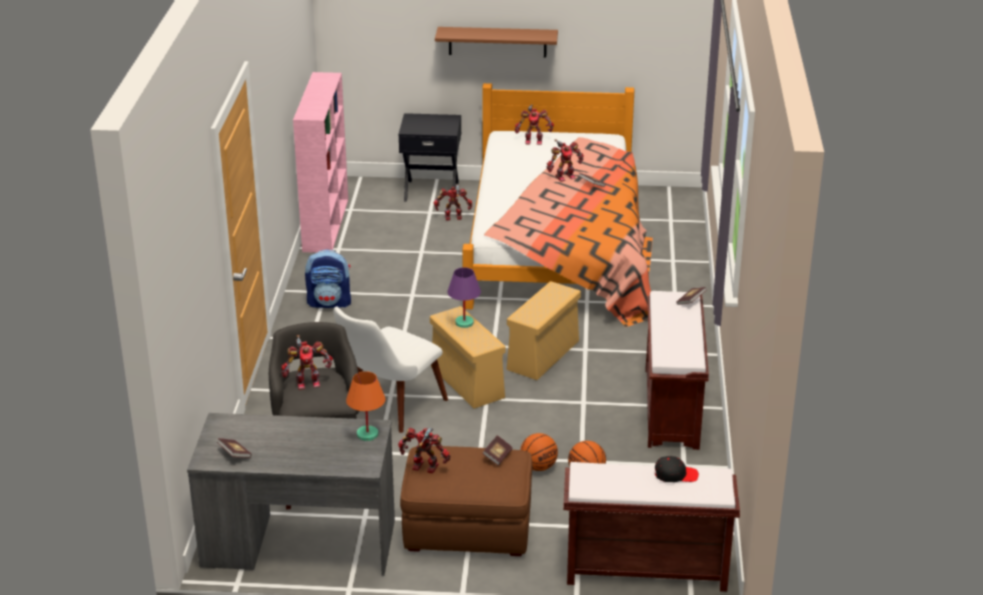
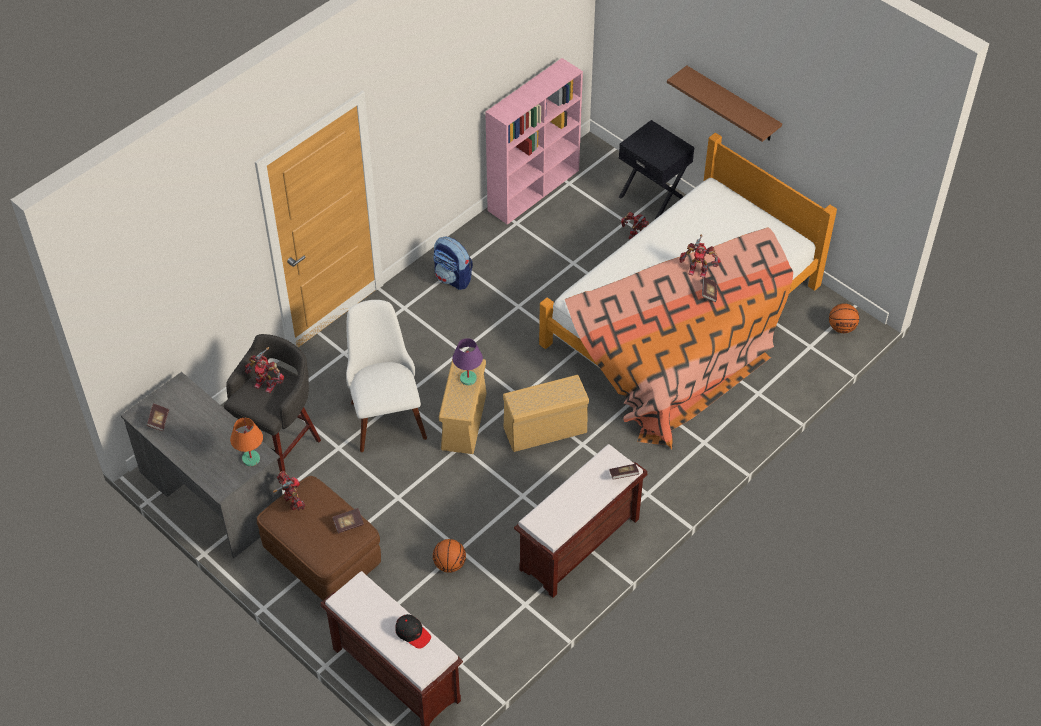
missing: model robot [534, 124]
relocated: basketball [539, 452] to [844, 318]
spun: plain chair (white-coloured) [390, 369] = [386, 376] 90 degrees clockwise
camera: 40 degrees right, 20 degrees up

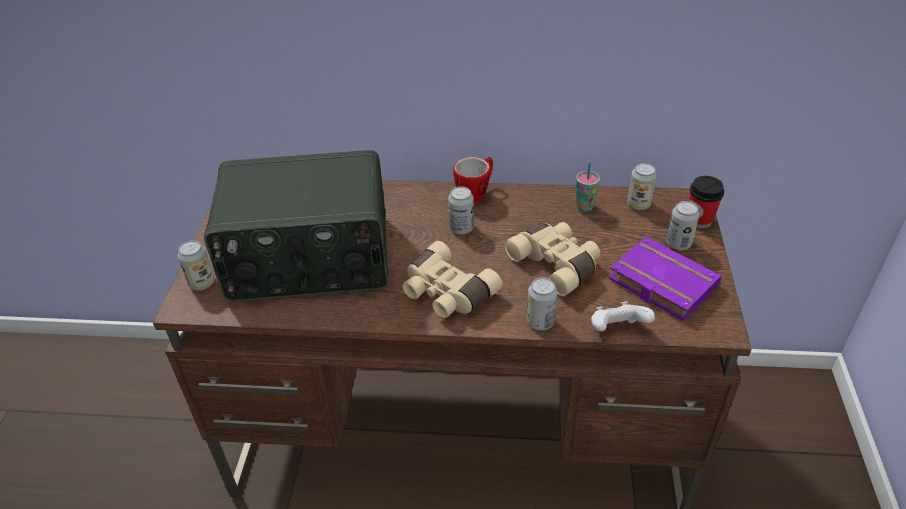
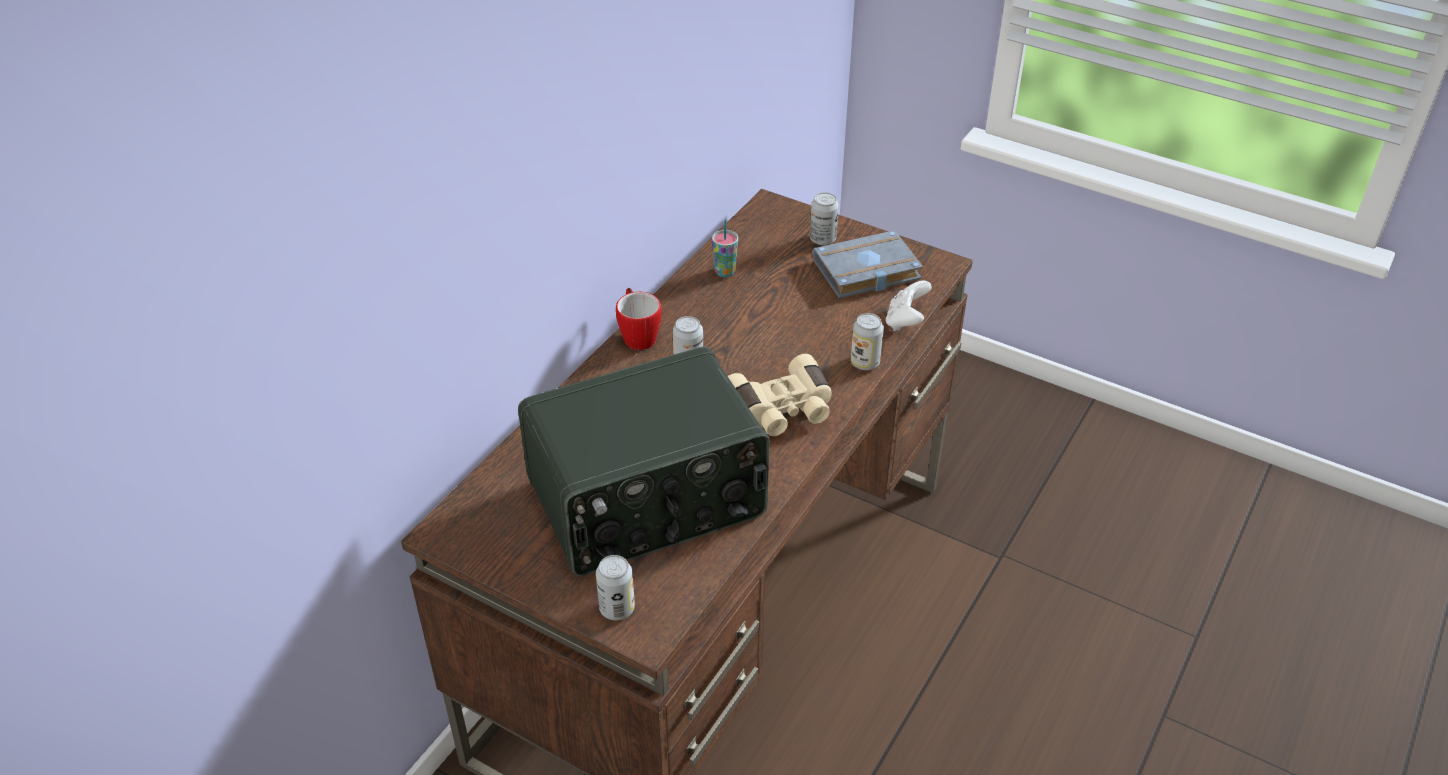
missing: binoculars (beige-coloured) [552, 259]; metal can [642, 186]; small cup [706, 202]
colour: bound book (purplish) [665, 279] to bound book (gray) [867, 264]
spun: radio receiver [296, 225] = [644, 461] 45 degrees clockwise
camera: 65 degrees left, 0 degrees up

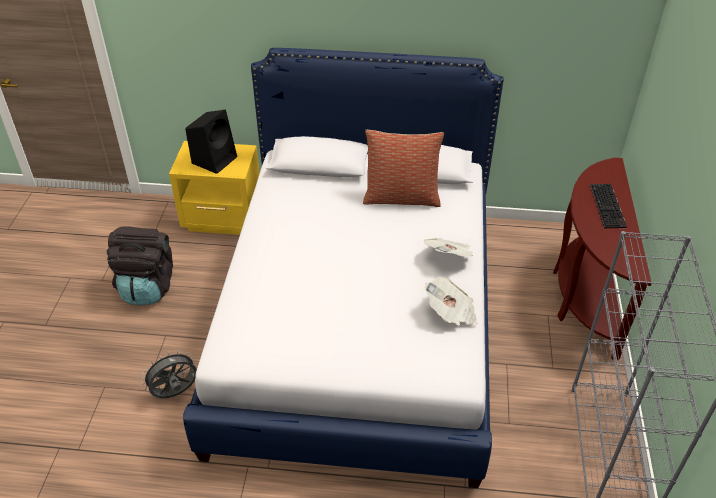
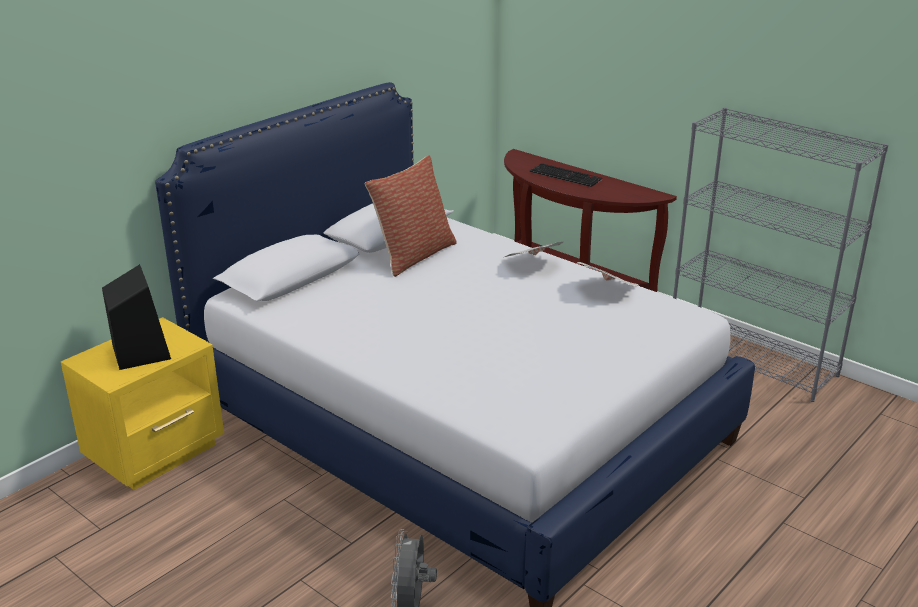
missing: backpack (black-coloured) [140, 265]
camera: 55 degrees left, 15 degrees down

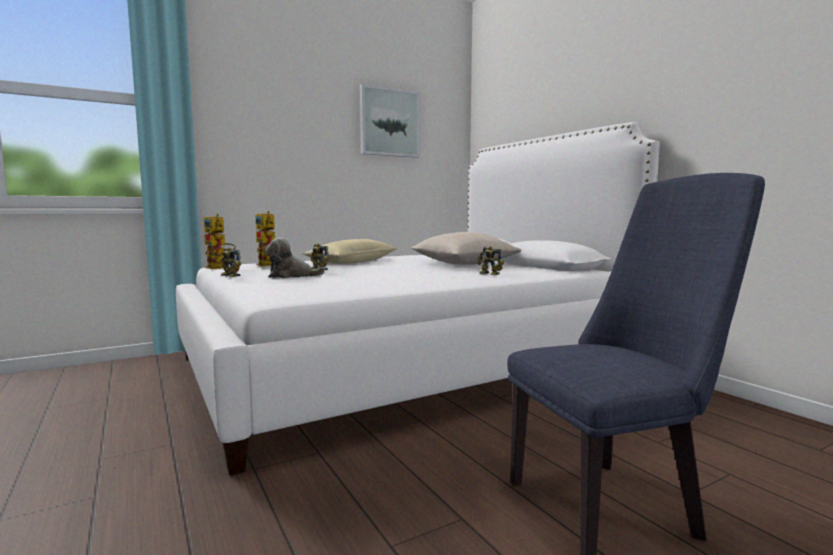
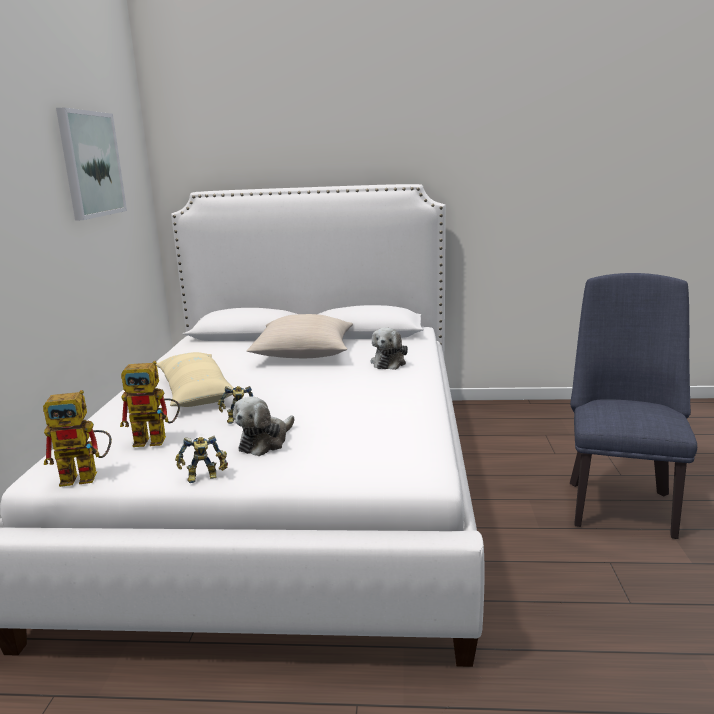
exchanged: model robot [491, 260] to soft toy [389, 348]
camera: 55 degrees left, 10 degrees up

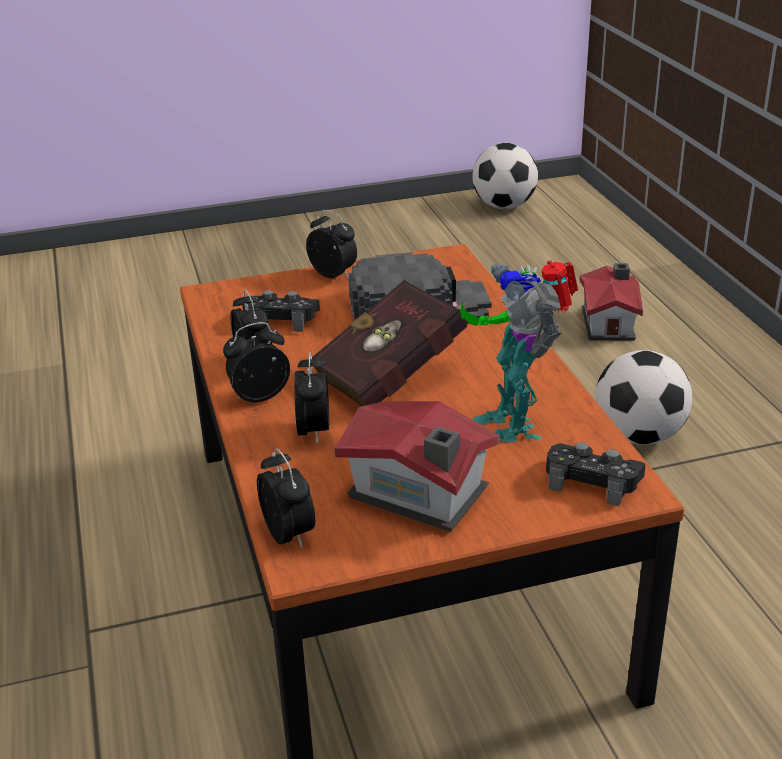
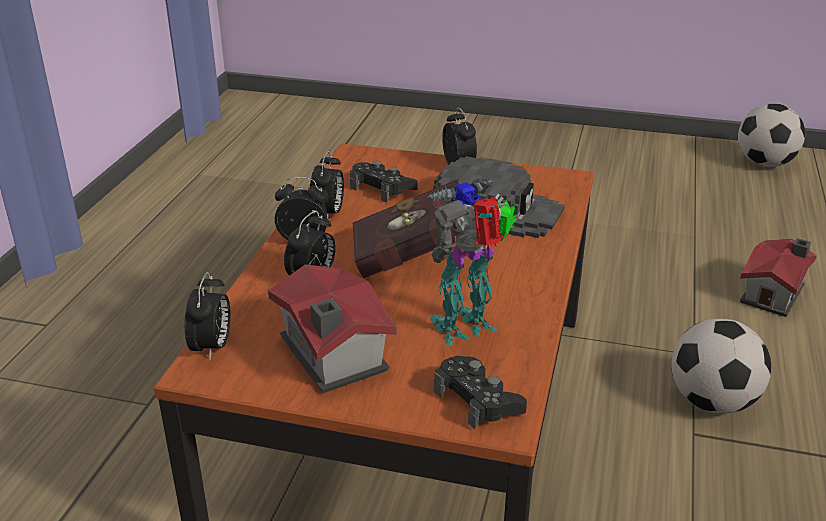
spun: model robot [519, 351] = [472, 262] 45 degrees clockwise
camera: 30 degrees right, 0 degrees up

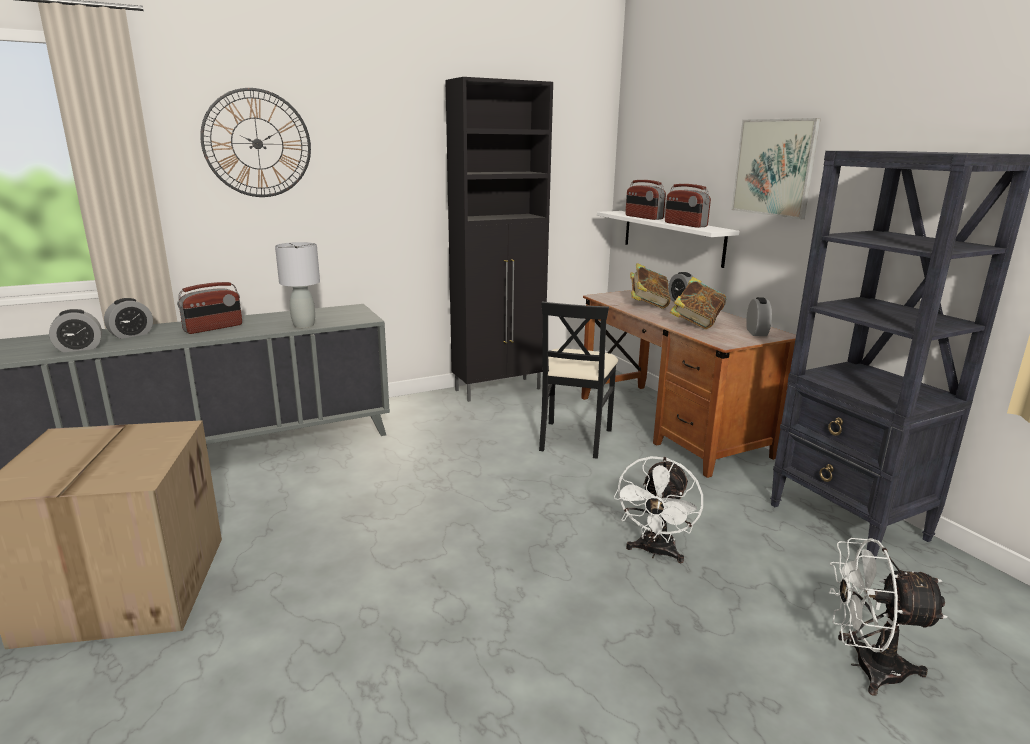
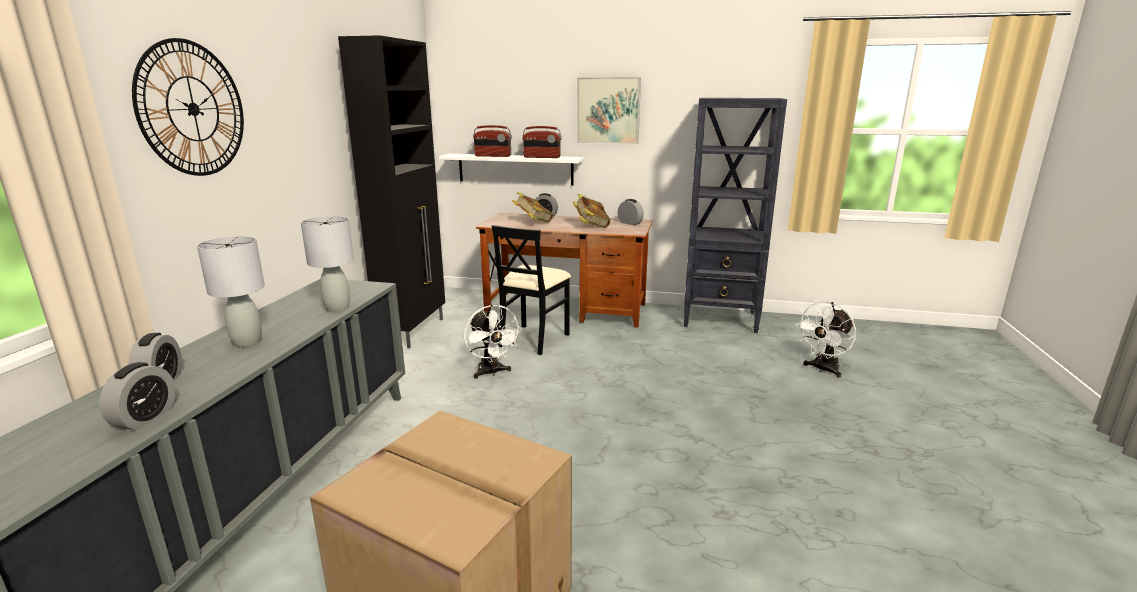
relocated: cooling fan (white-coloured) [658, 509] to [493, 341]
exchanged: radio receiver [209, 308] to table lamp (gray) [231, 291]
spun: plain chair (black-coloured) [578, 380] = [531, 290] 60 degrees clockwise
camera: 50 degrees left, 0 degrees up

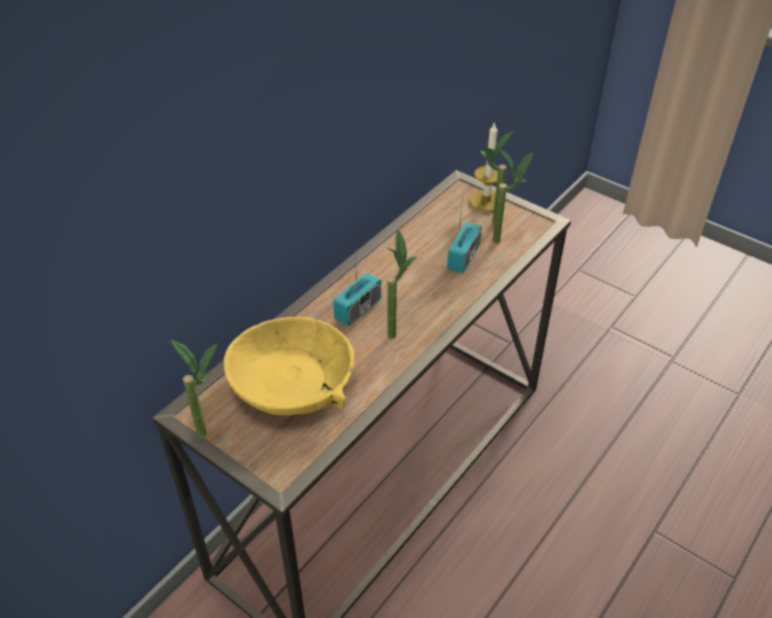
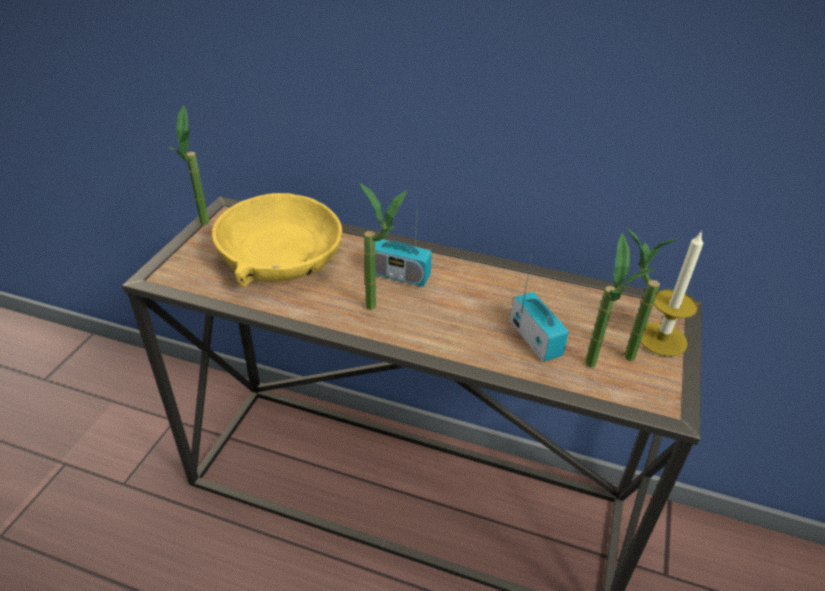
spun: radio receiver [464, 233] = [539, 311] 120 degrees counterclockwise
camera: 70 degrees right, 5 degrees down

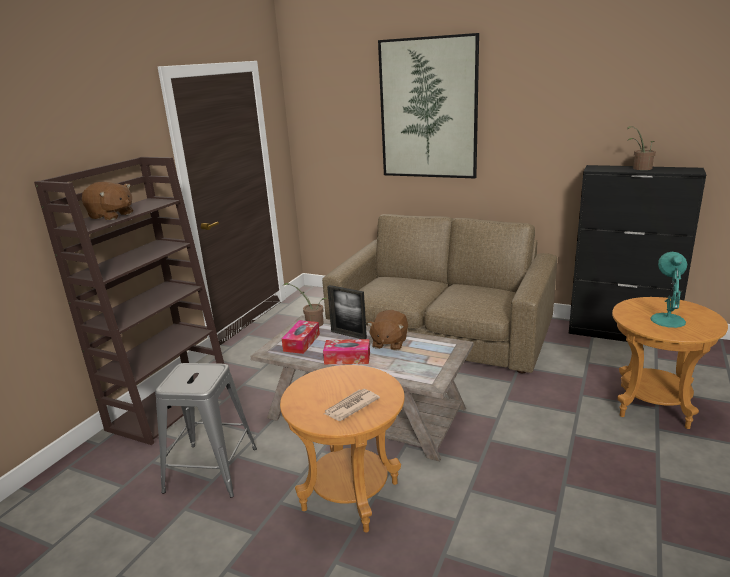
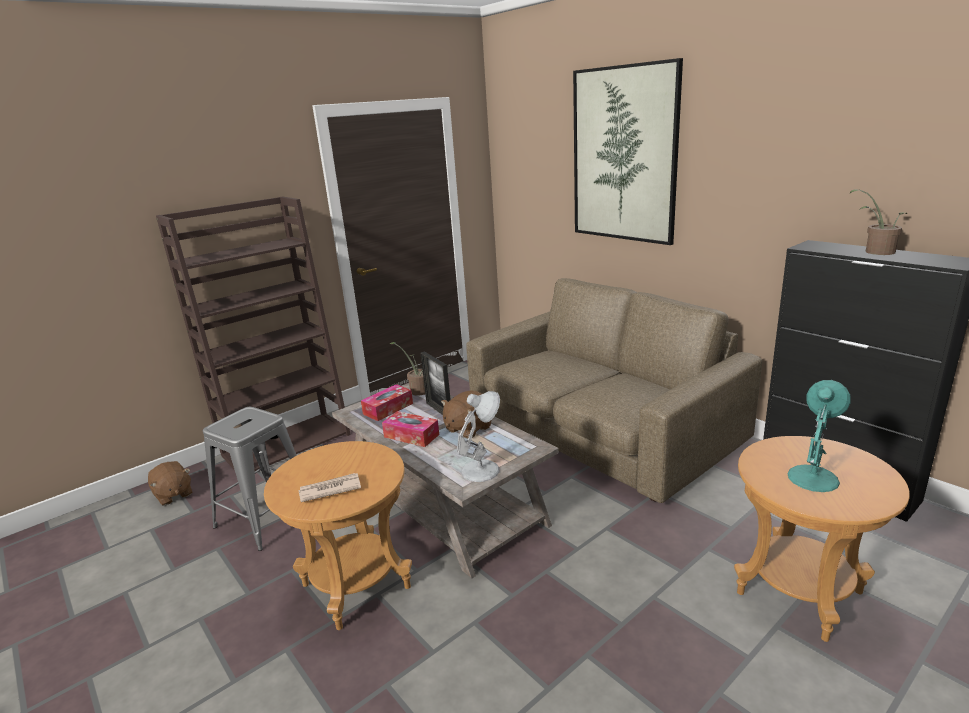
appeared: table lamp (white-coloured) [478, 436]
relocated: soft toy (brown) [107, 201] to [170, 483]
camera: 25 degrees right, 0 degrees up

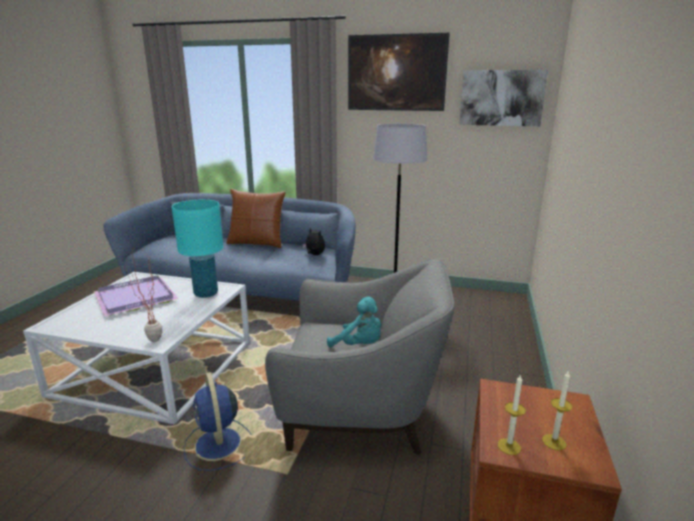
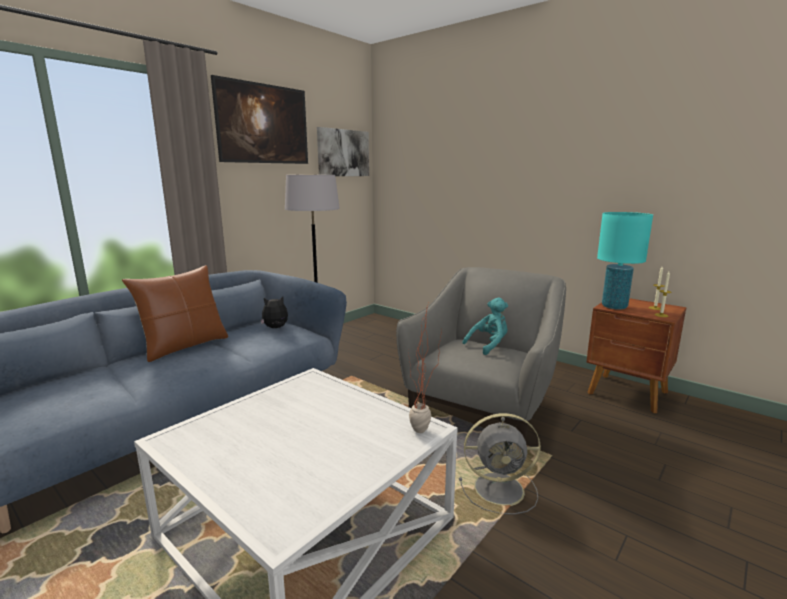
missing: tray (purplish) [136, 296]
relocated: table lamp (turquoise) [197, 249] to [625, 261]
colour: cooling fan (blue-coloured) [218, 421] to cooling fan (gray) [500, 464]
camera: 65 degrees left, 5 degrees down

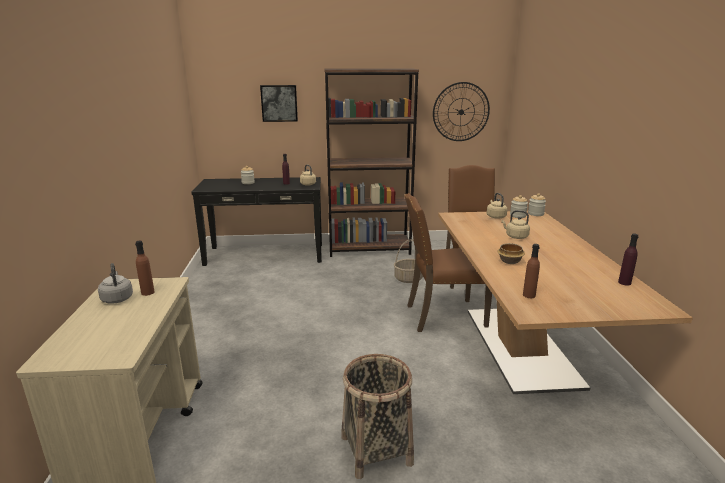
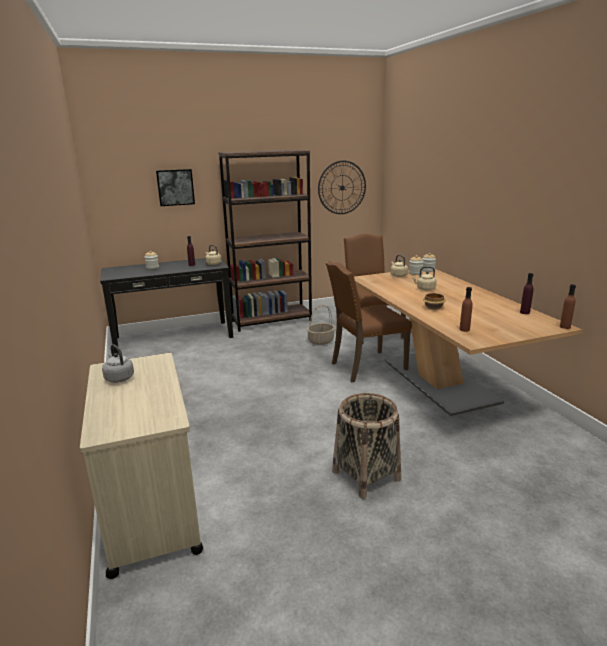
relocated: drink bottle (brown) [145, 268] to [568, 306]
camera: 15 degrees left, 0 degrees up

